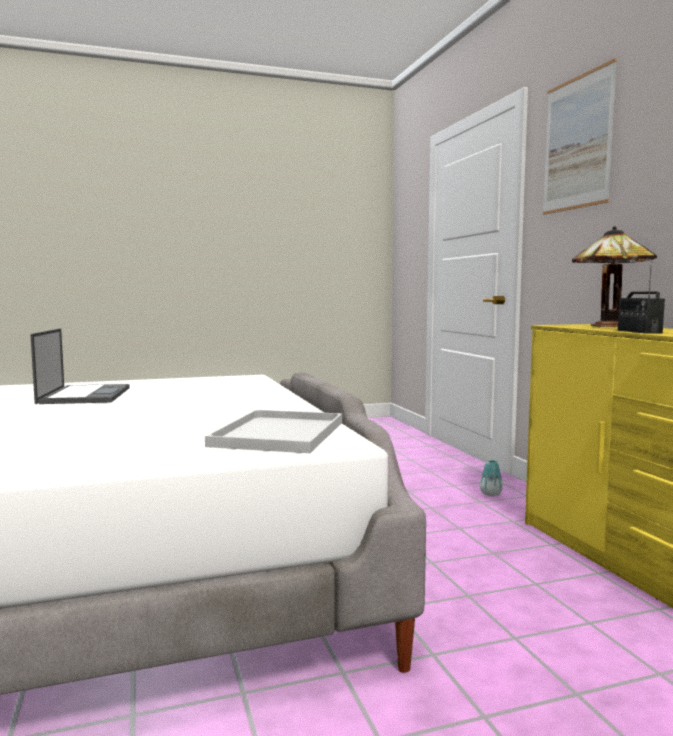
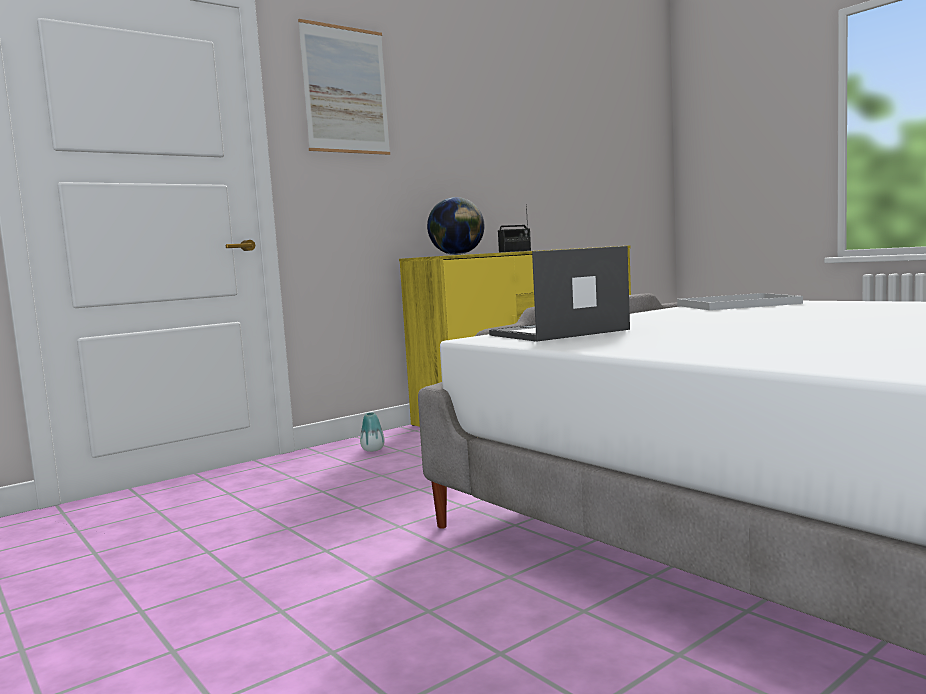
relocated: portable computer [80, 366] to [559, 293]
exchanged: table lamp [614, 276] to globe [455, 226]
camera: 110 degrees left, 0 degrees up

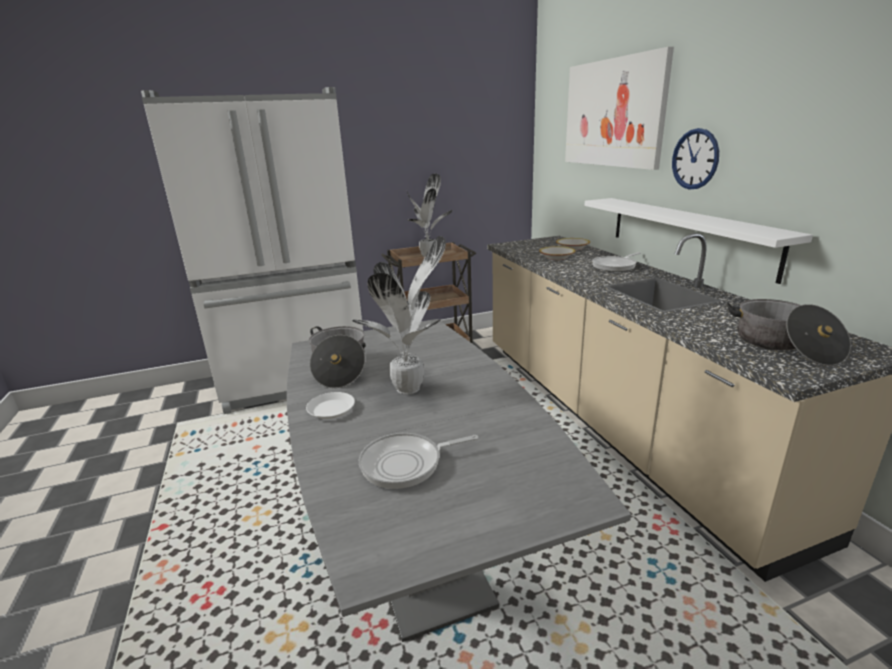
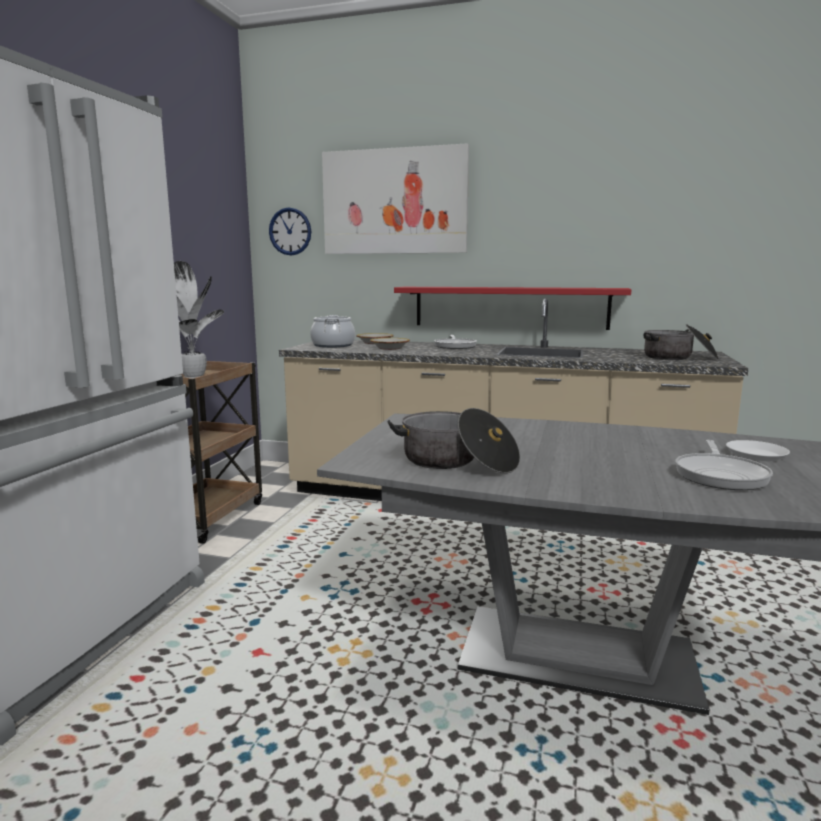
missing: plant in a pot [399, 315]
appeared: saucepot [332, 331]
relocated: flat dish (white-coloured) [330, 405] to [758, 450]; clock on the wall [695, 158] to [290, 231]
colour: shelf (white-coloured) [698, 241] to shelf (red-coloured) [512, 308]
camera: 55 degrees left, 10 degrees down

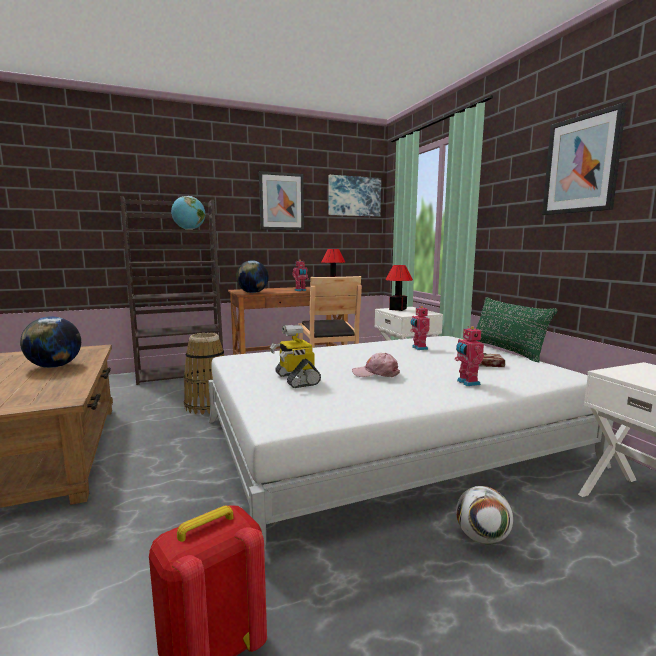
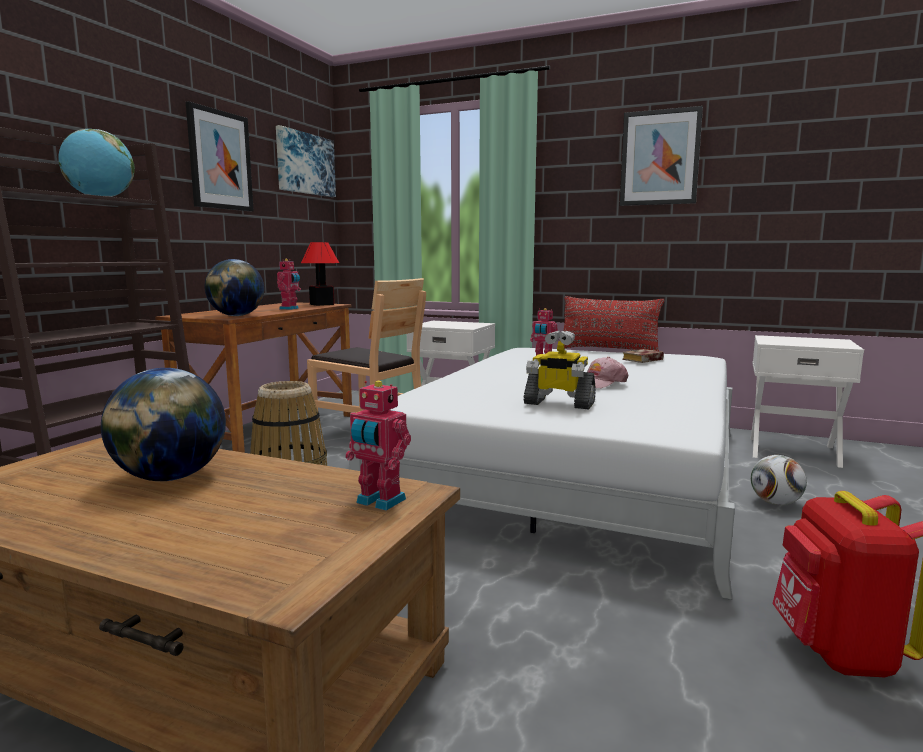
missing: table lamp [399, 288]
relocated: model robot [469, 356] to [378, 446]
colour: cushion (green-coloured) [516, 329] to cushion (red-coloured) [614, 323]
camera: 45 degrees left, 0 degrees up

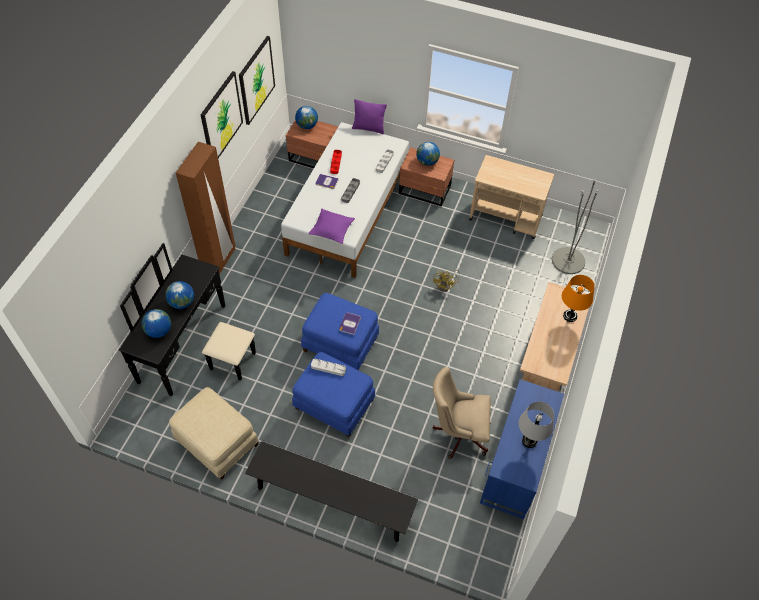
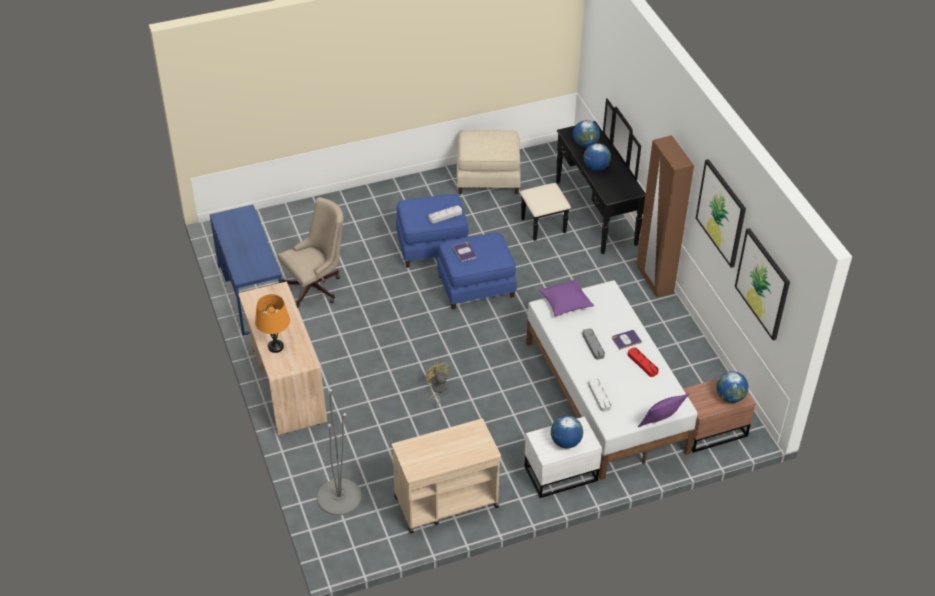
missing: indoor bench (black-coloured) [331, 491]; table lamp (gray) [536, 424]
colour: night table (brown) [426, 176] to night table (white-coloured) [563, 457]
camera: 140 degrees right, 10 degrees down

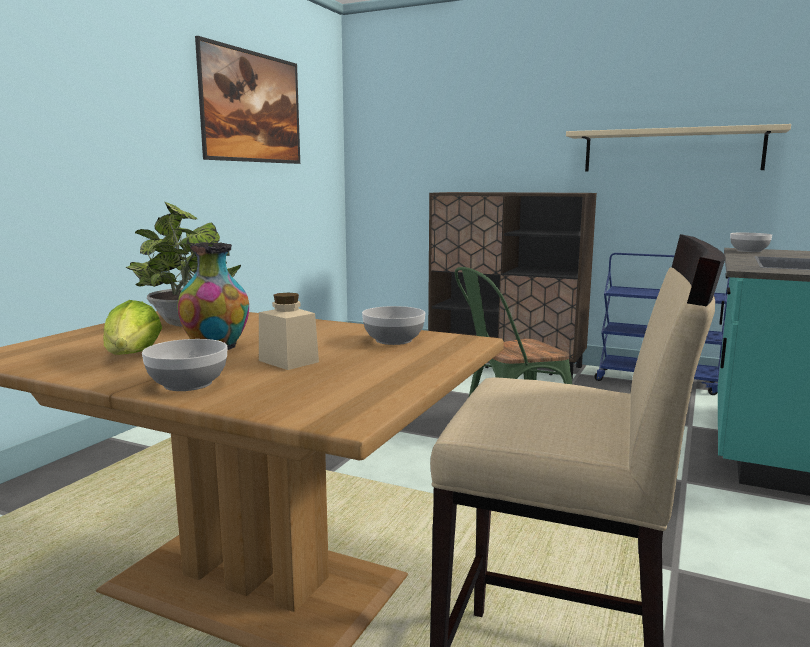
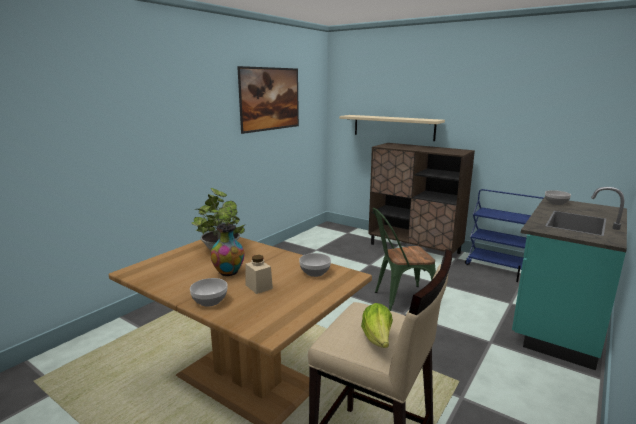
relocated: head of lettuce [133, 327] to [377, 325]; shelf (beige-coloured) [678, 147] to [392, 128]
camera: 10 degrees right, 5 degrees up

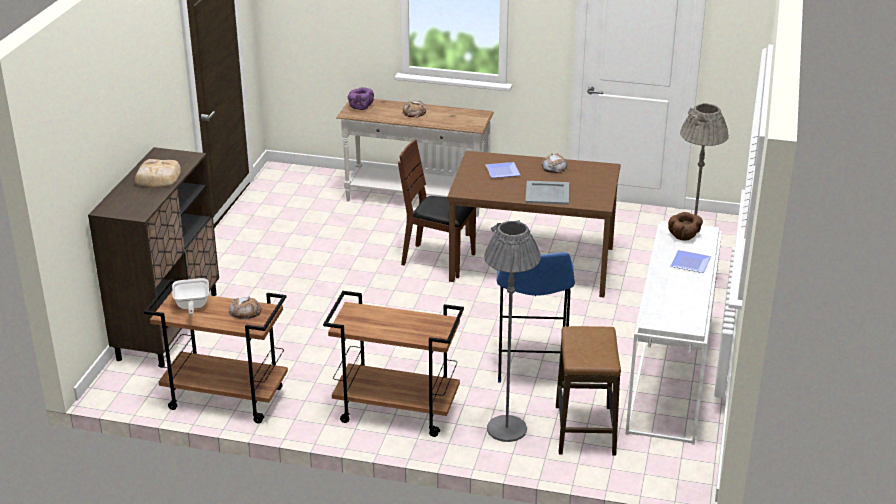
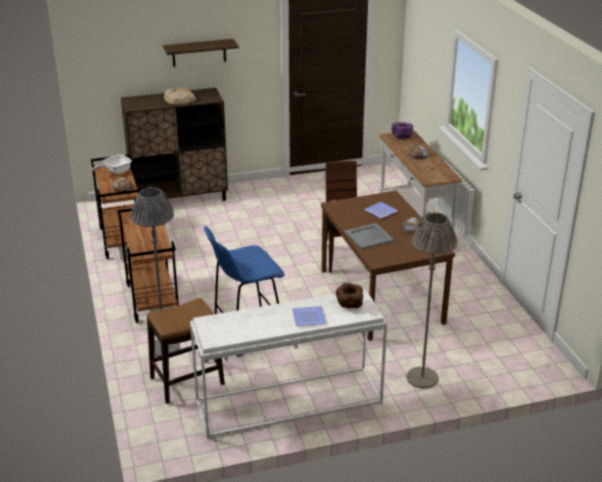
appeared: shelf [201, 53]
camera: 60 degrees right, 0 degrees up

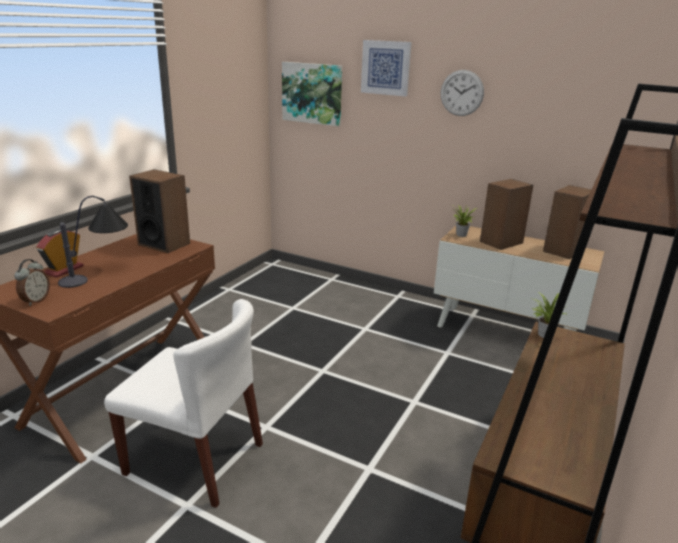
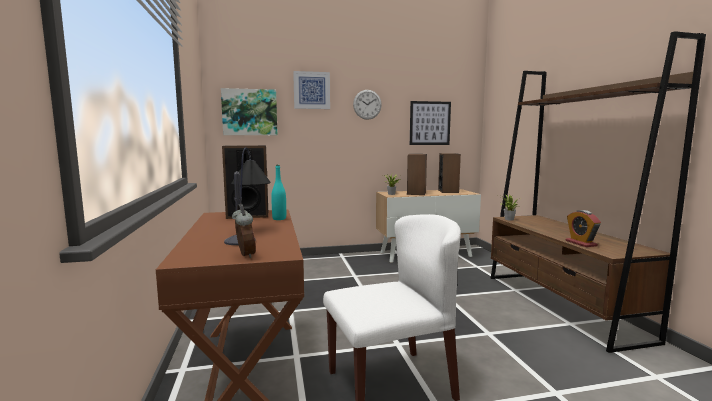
appeared: drink bottle (turquoise) [278, 192]; picture [430, 123]
relocated: table clock [60, 253] to [583, 228]
camera: 40 degrees left, 15 degrees down

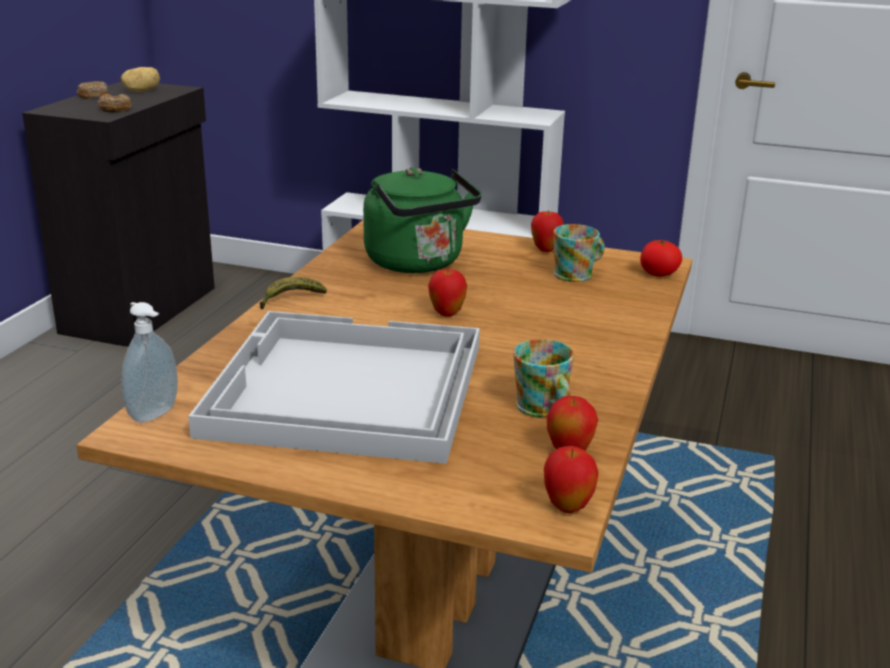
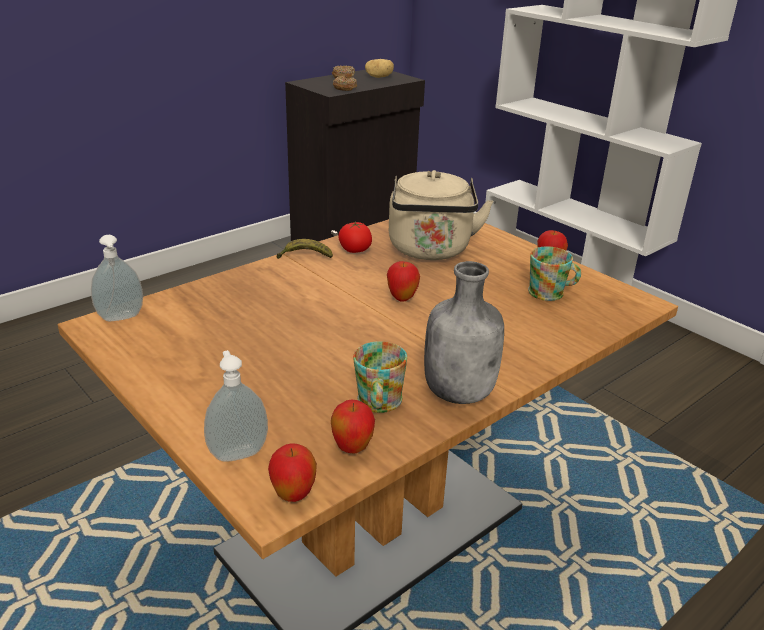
missing: tray (white-coloured) [334, 387]
appeared: soap dispenser [236, 406]; drink bottle (gray) [464, 332]
relocated: whole tomato [661, 258] to [355, 237]
colour: tea kettle (green-coloured) [422, 220] to tea kettle (beige-coloured) [441, 215]
camera: 30 degrees right, 5 degrees up

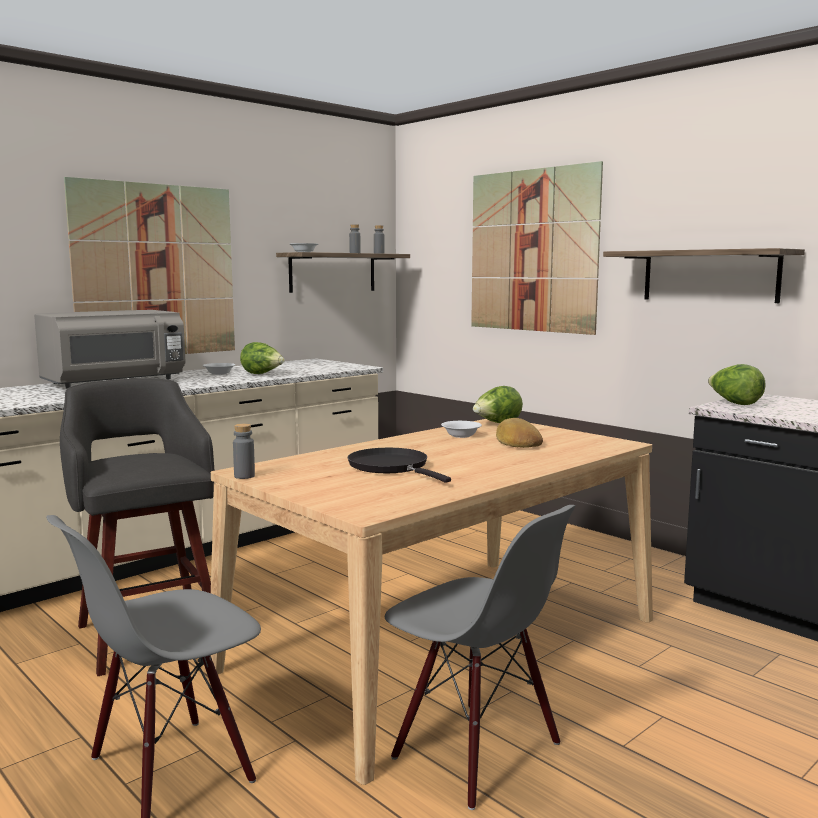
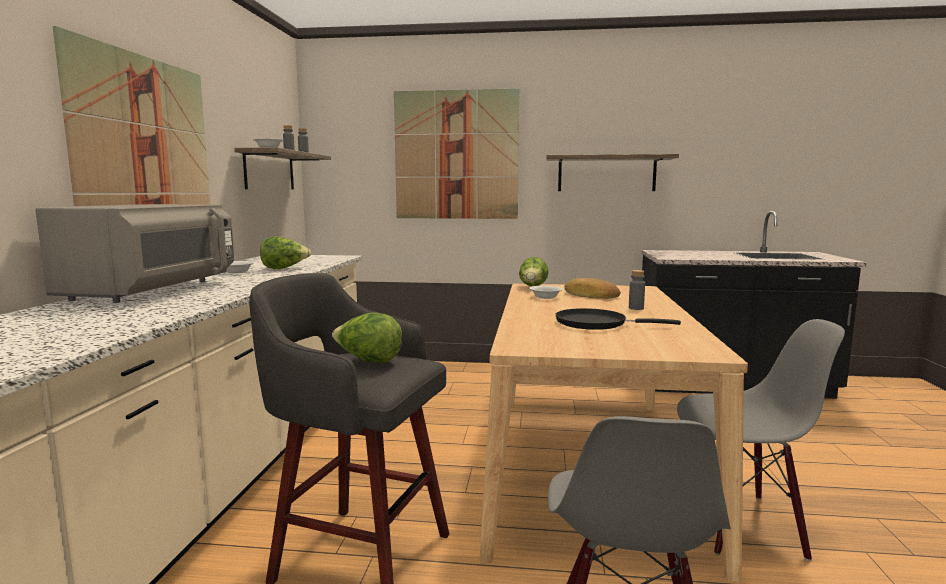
relocated: drink bottle (gray) [244, 451] to [637, 290]; head of lettuce [736, 384] to [367, 337]
camera: 40 degrees left, 0 degrees up

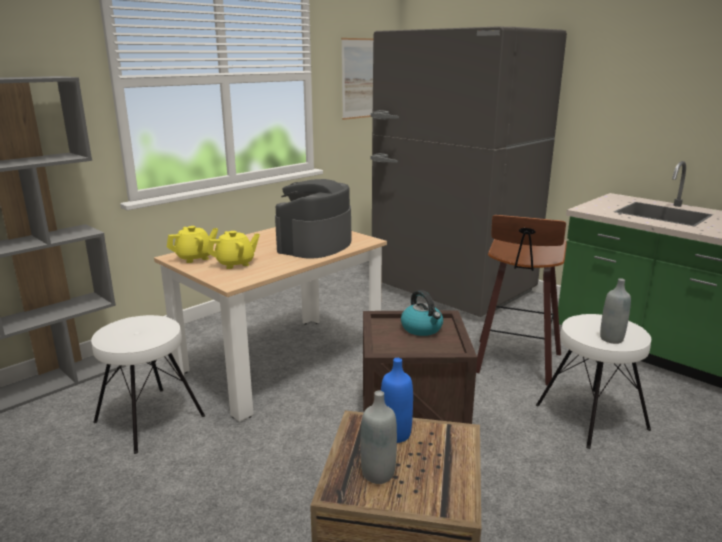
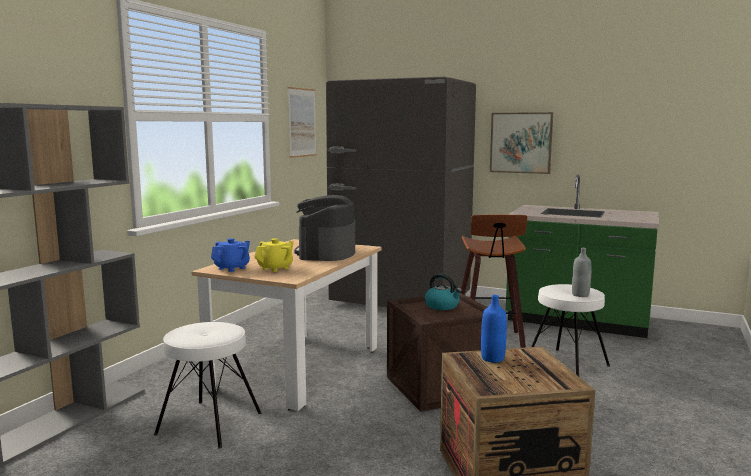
missing: drink bottle (gray) [379, 437]
appeared: picture [521, 143]
colour: tea pot (yellow) [192, 244] to tea pot (blue-coloured) [230, 255]
camera: 20 degrees left, 10 degrees down

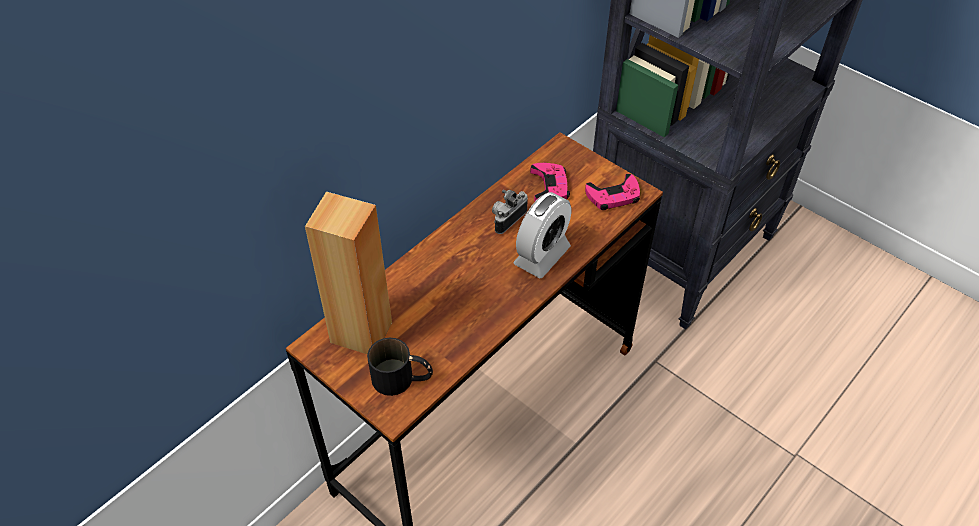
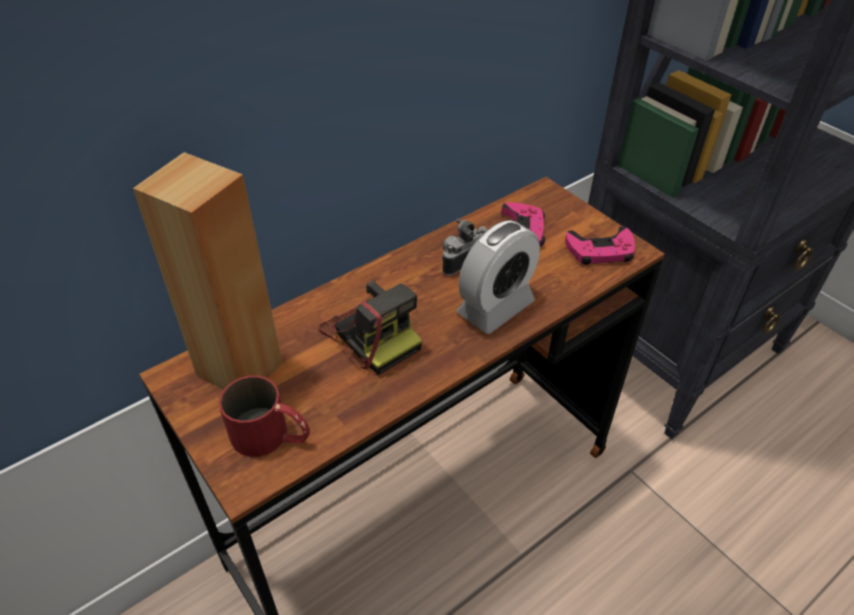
appeared: photo camera [370, 327]
colour: mug (black-coloured) [400, 367] to mug (red-coloured) [264, 416]
camera: 10 degrees right, 5 degrees down

